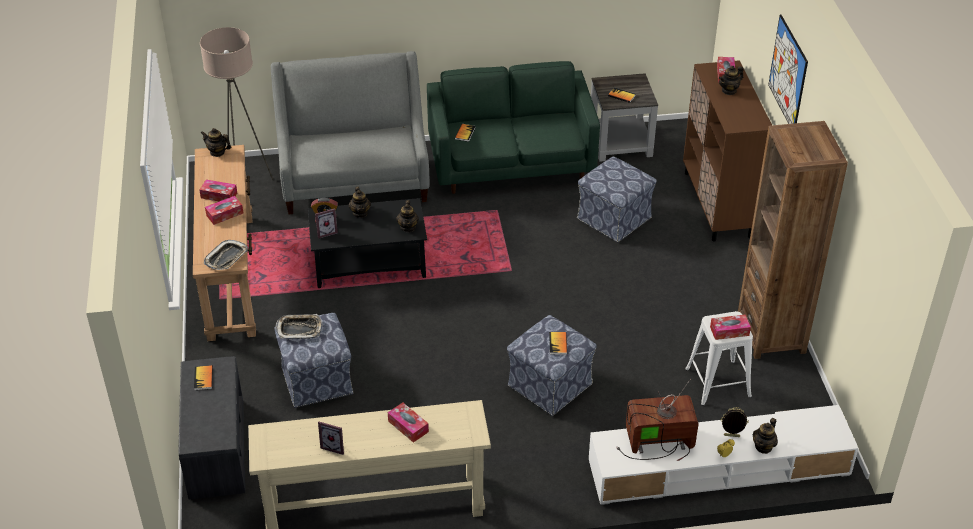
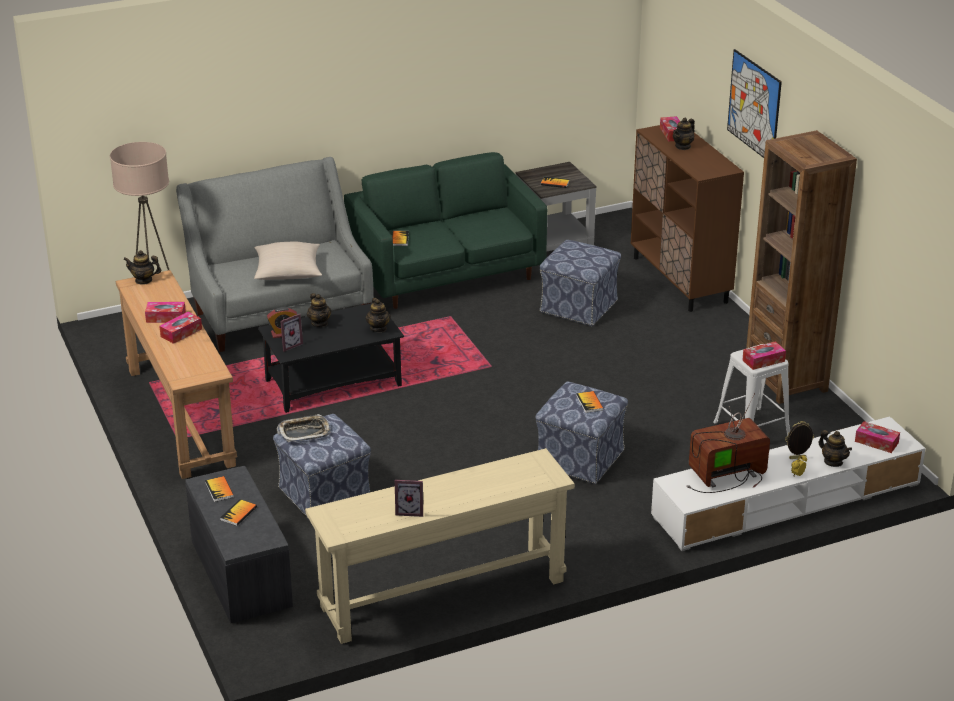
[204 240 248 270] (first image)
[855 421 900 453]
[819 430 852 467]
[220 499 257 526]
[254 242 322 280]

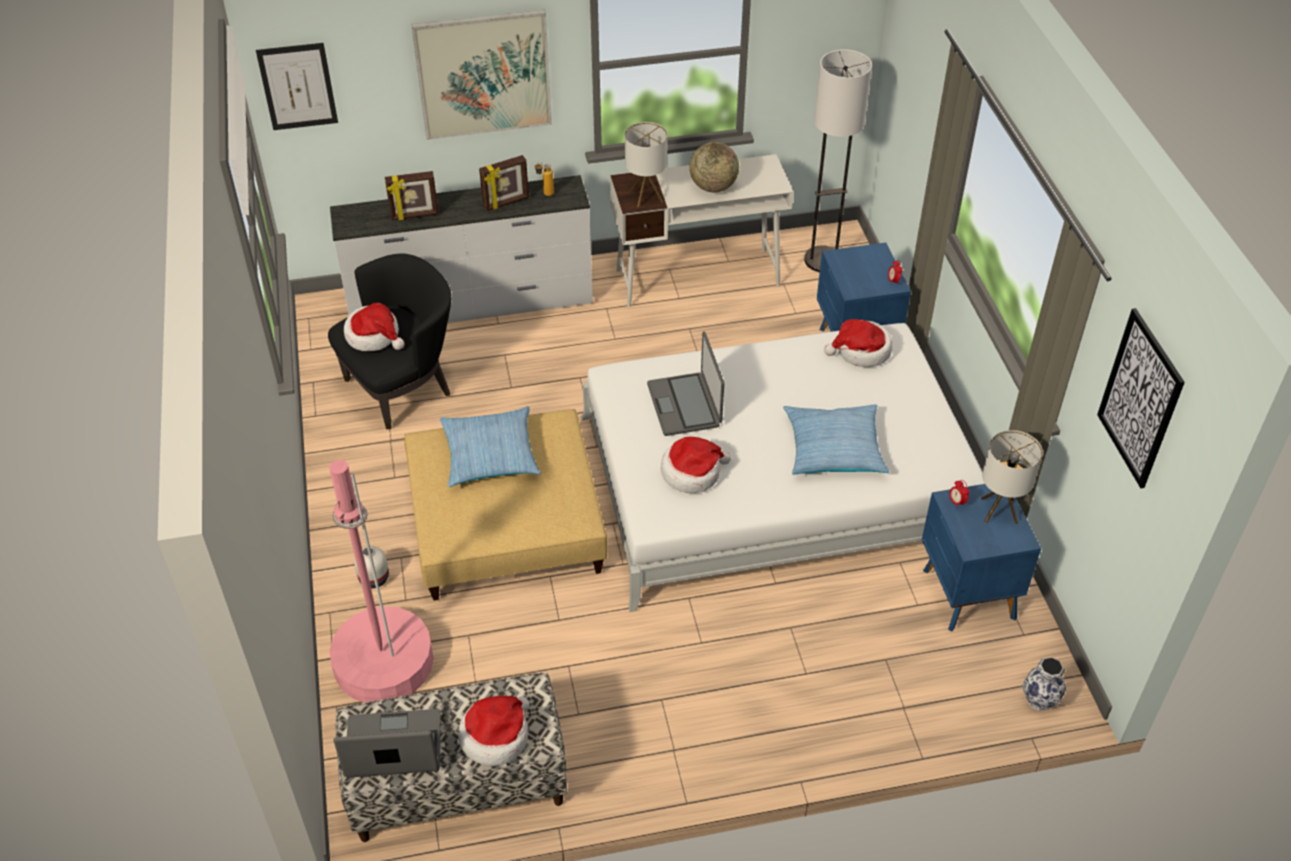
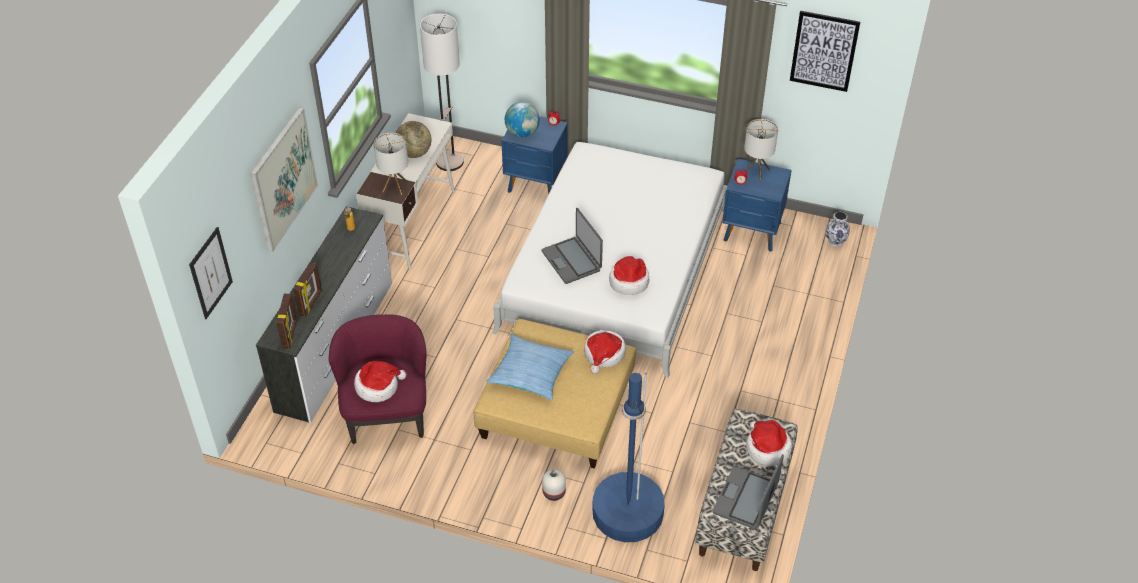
[329 314 427 444]
[592 373 665 542]
[276 293 297 349]
[542 208 603 284]
[783 404 889 475] (first image)
[584 330 626 374]
[505 102 540 137]

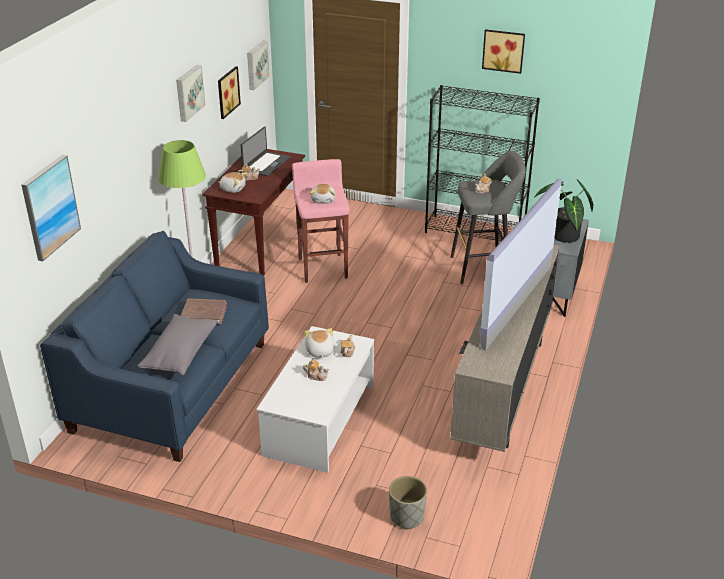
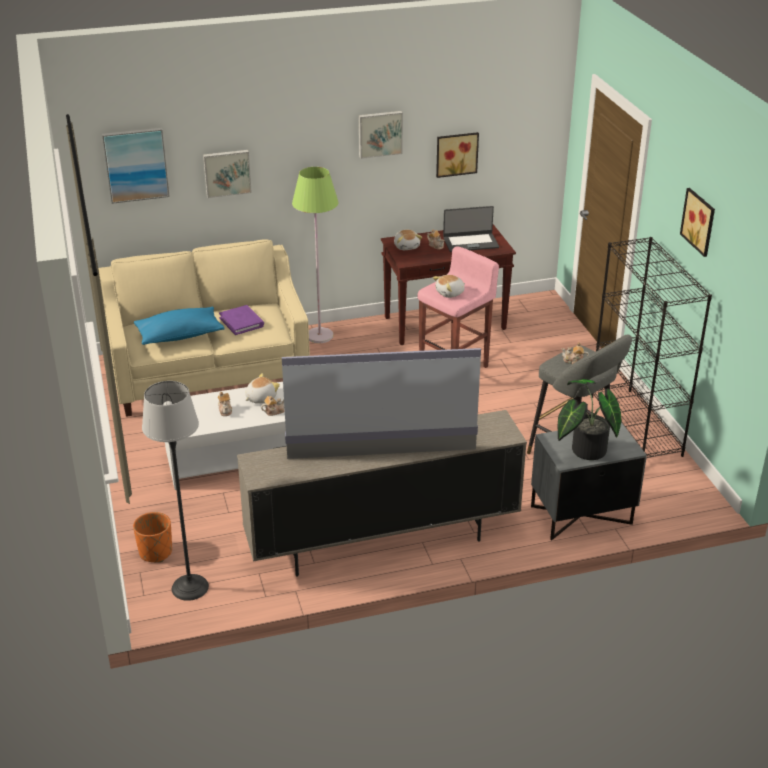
[98 239 310 417]
[134 307 224 345]
[219 305 264 335]
[203 150 252 198]
[133 512 172 562]
[142 381 209 601]

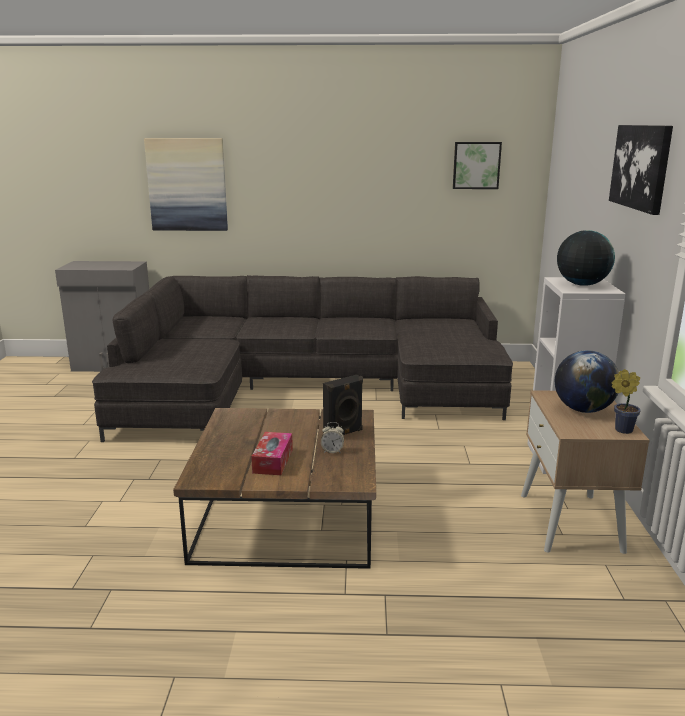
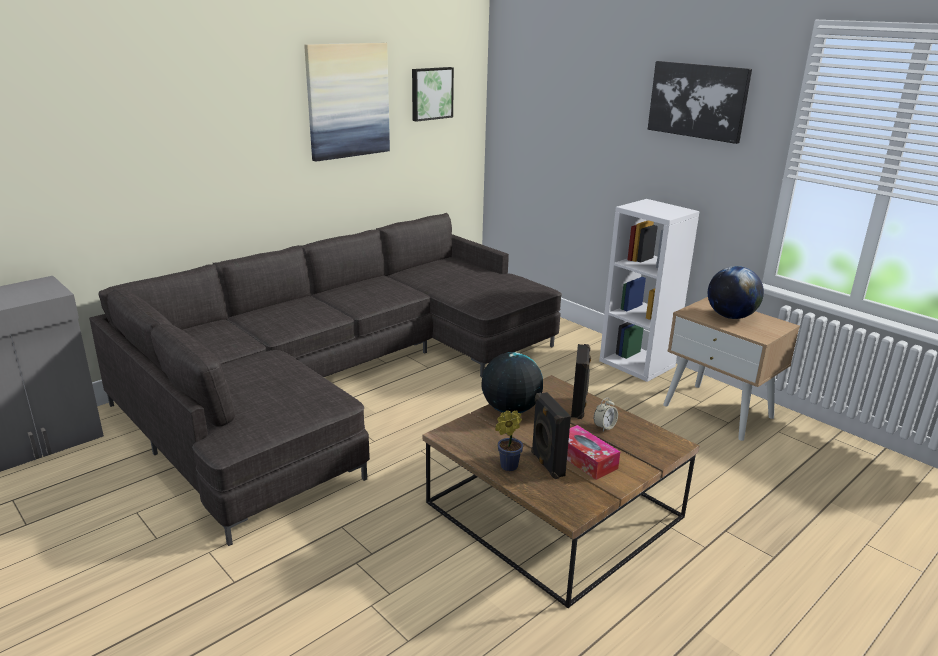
[304 43 390 162]
[481 352 543 413]
[495 410 523 471]
[531 392 571 479]

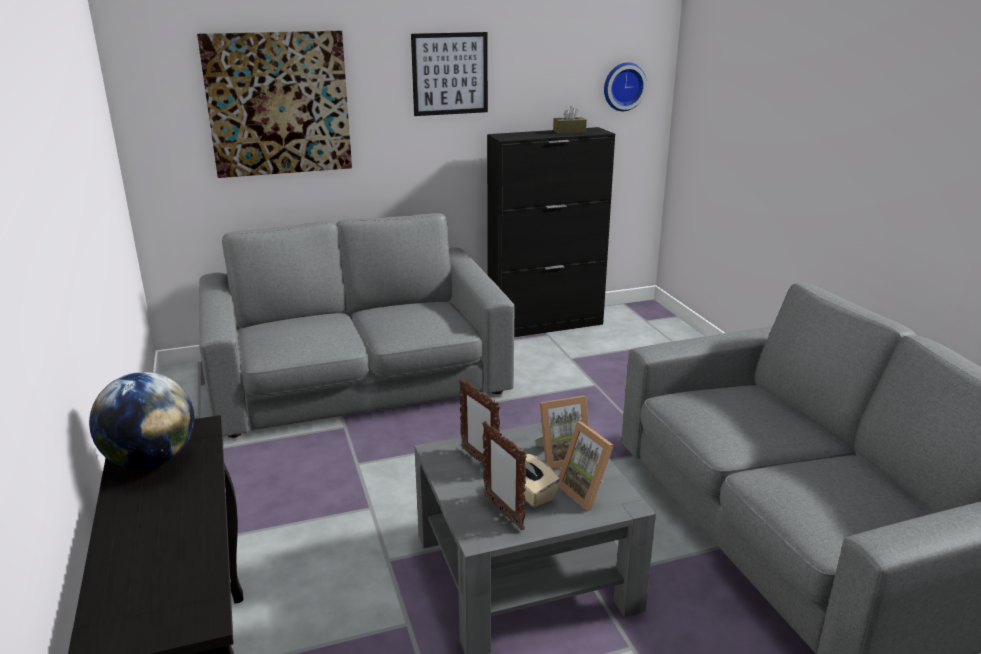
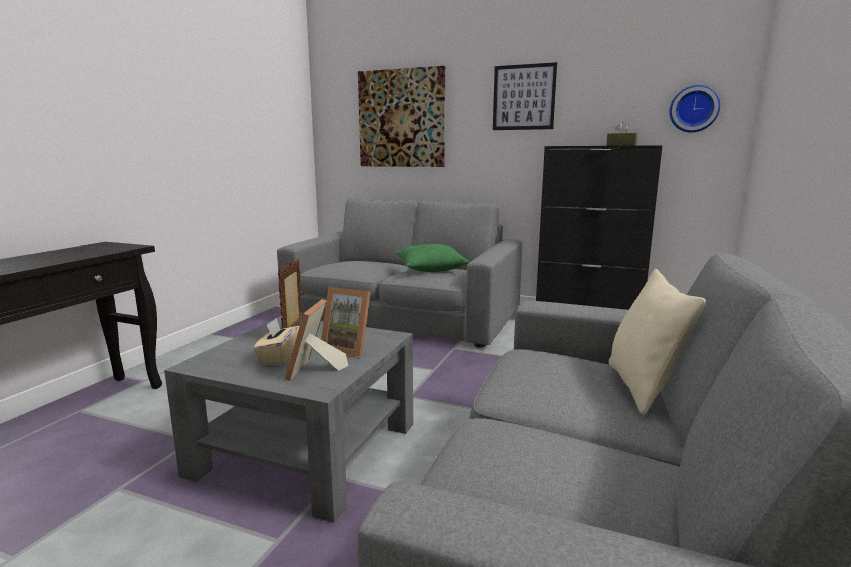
[89 372 195 469] (first image)
[482 421 527 530] (first image)
[396 244 469 272]
[609 269 706 415]

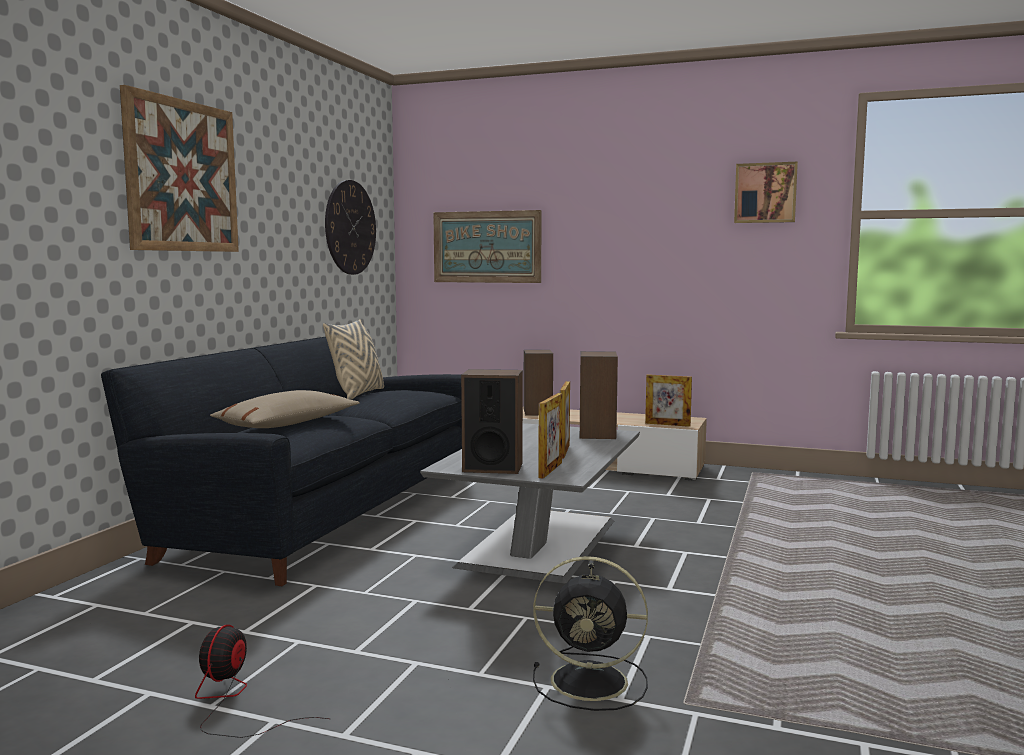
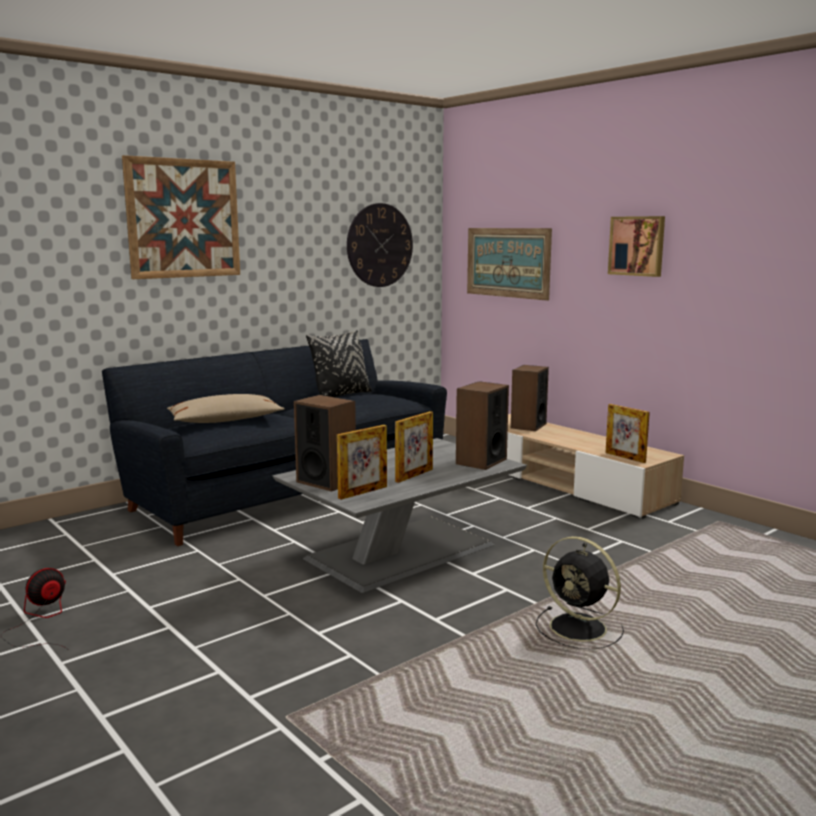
[306 330 372 397]
[535 536 624 649]
[608 216 665 277]

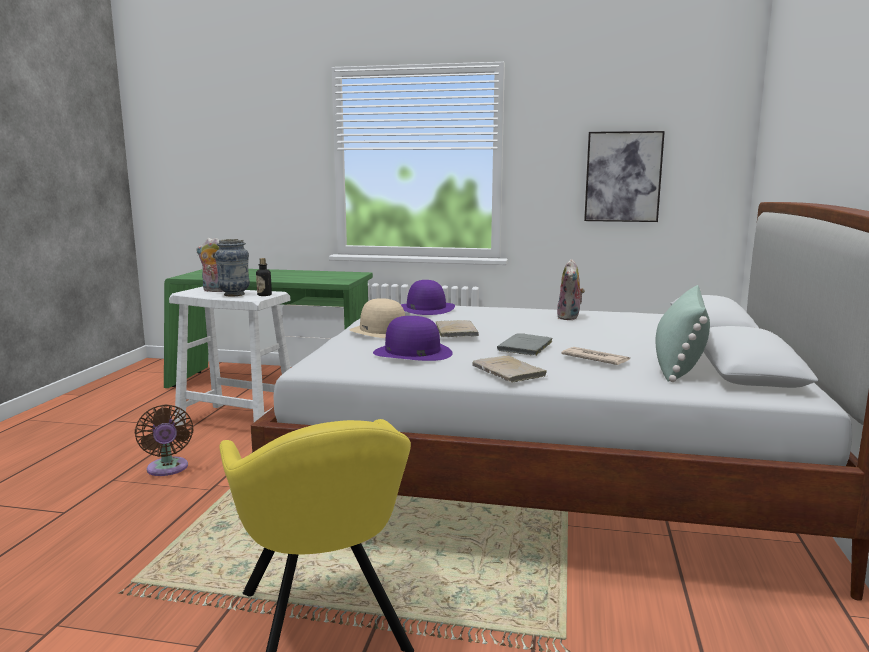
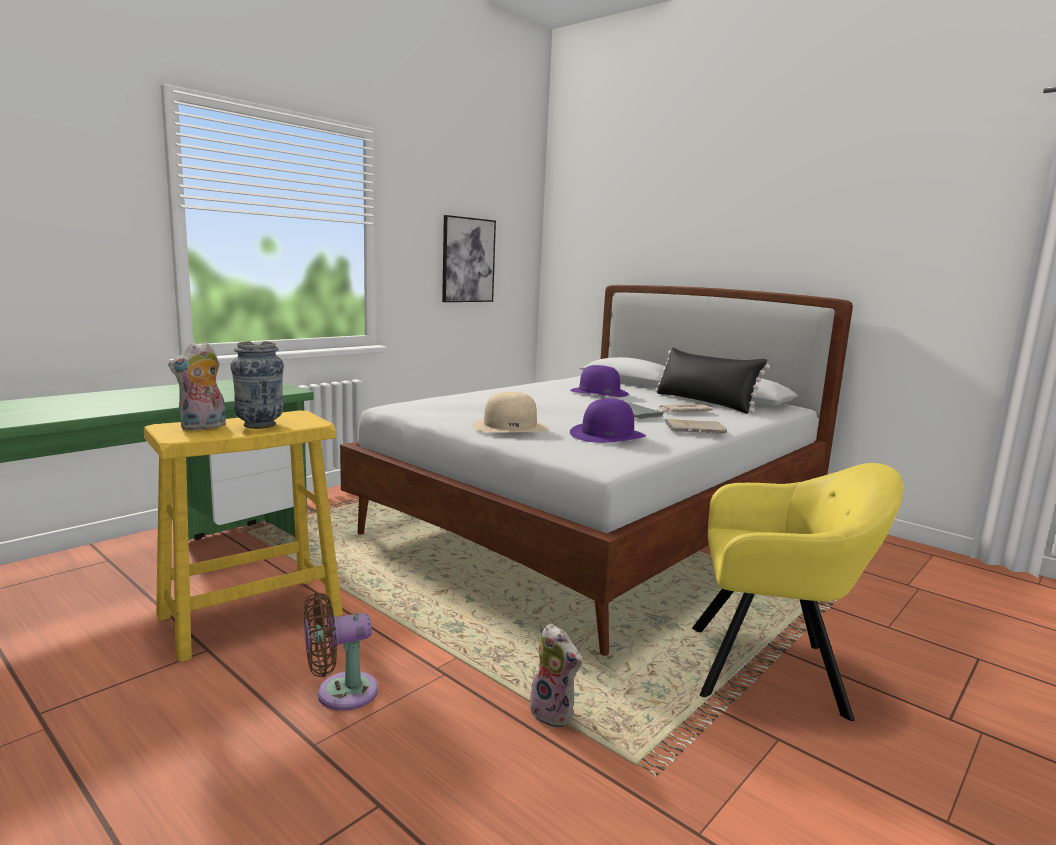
[304 592 378 711]
[144 410 343 662]
[256 258 272 296] (first image)
[570 365 629 397]
[436 320 479 337] (first image)
[524 624 582 728]
[655 348 770 414]

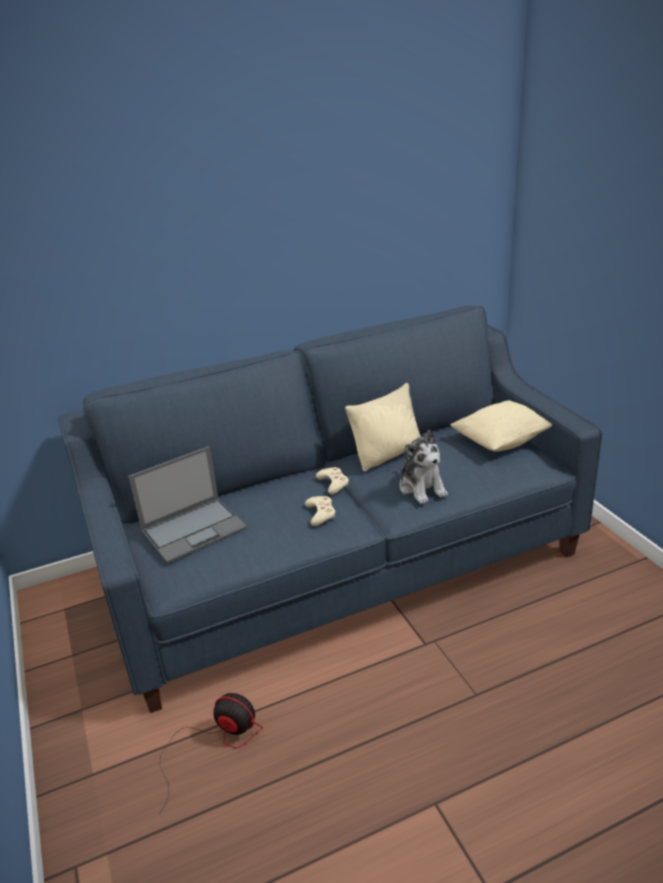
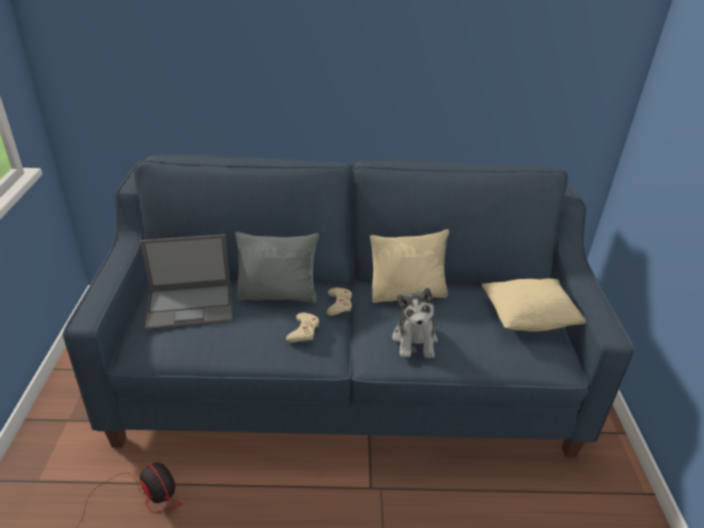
[235 232 319 303]

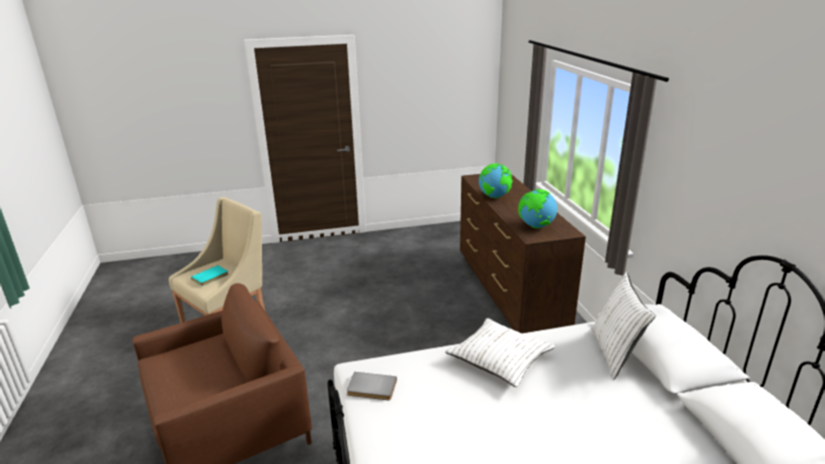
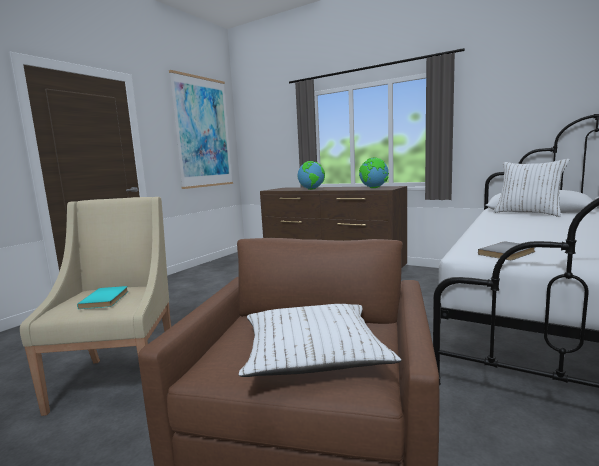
[239 304 401 377]
[169 70 233 189]

